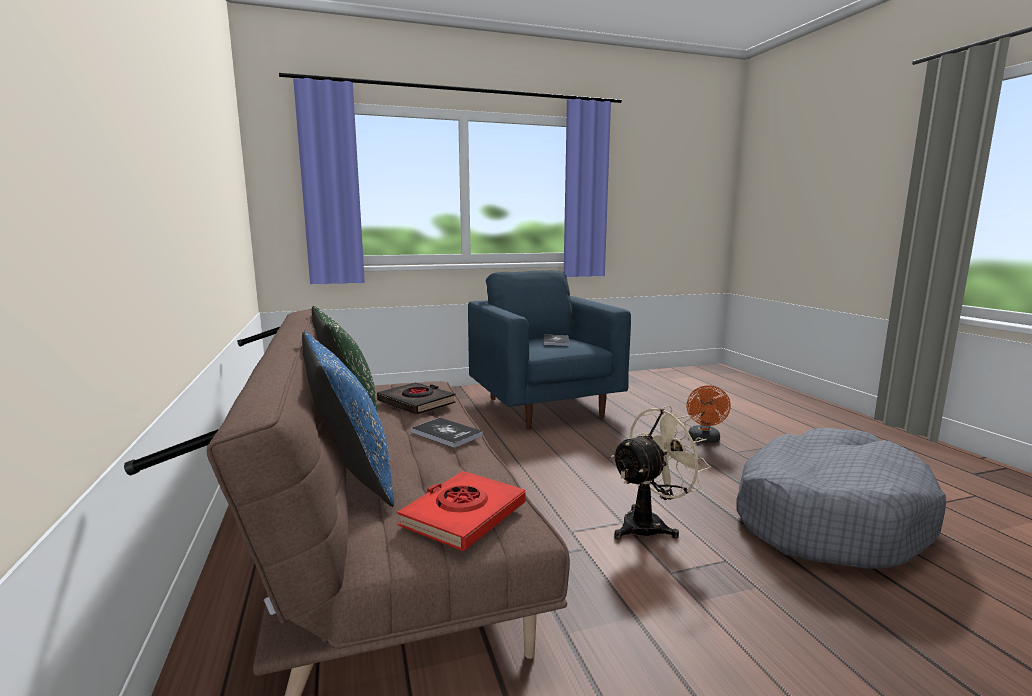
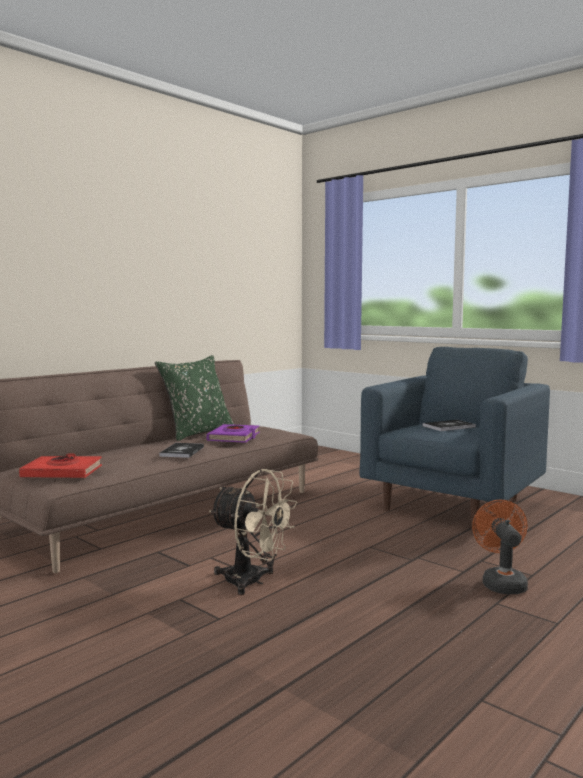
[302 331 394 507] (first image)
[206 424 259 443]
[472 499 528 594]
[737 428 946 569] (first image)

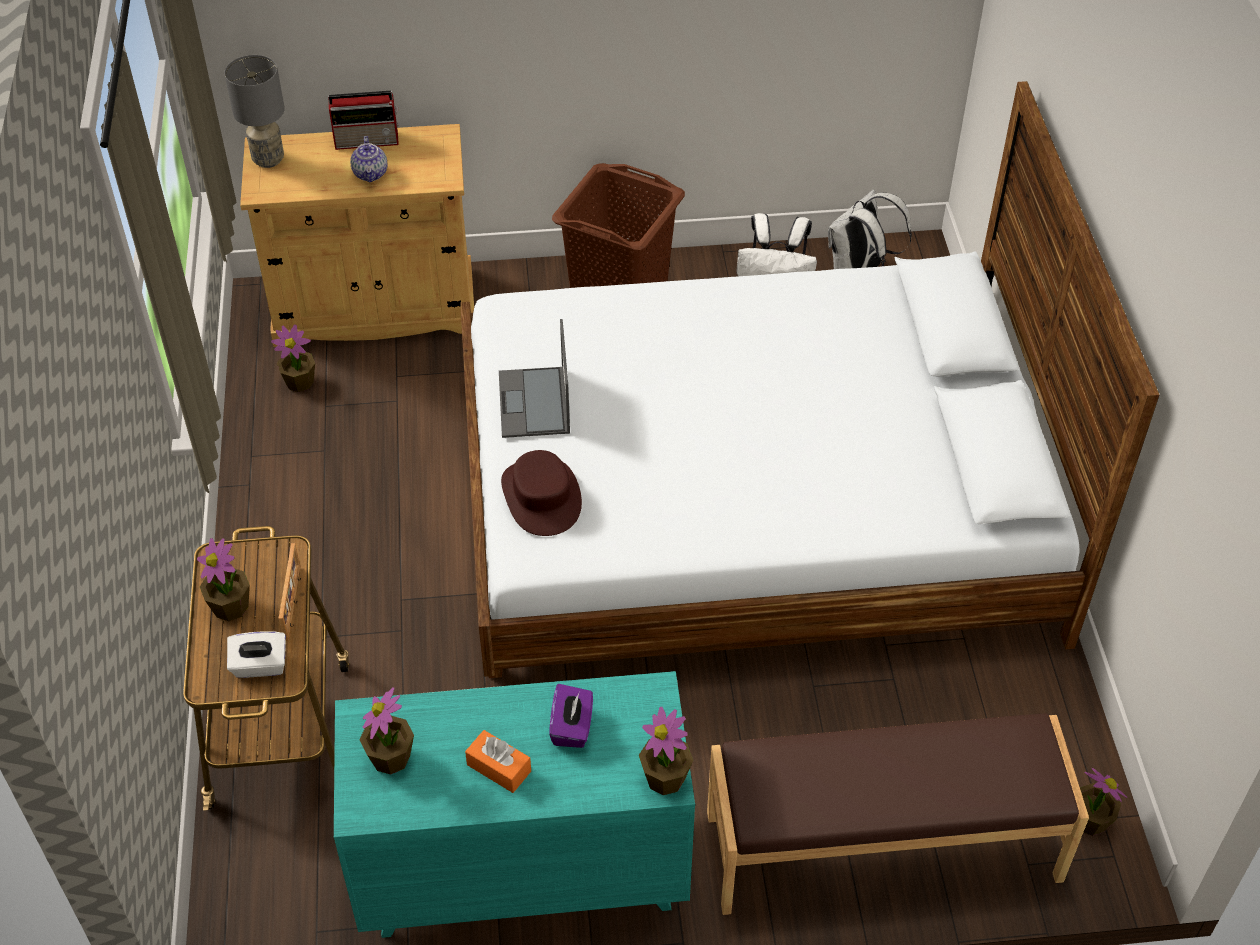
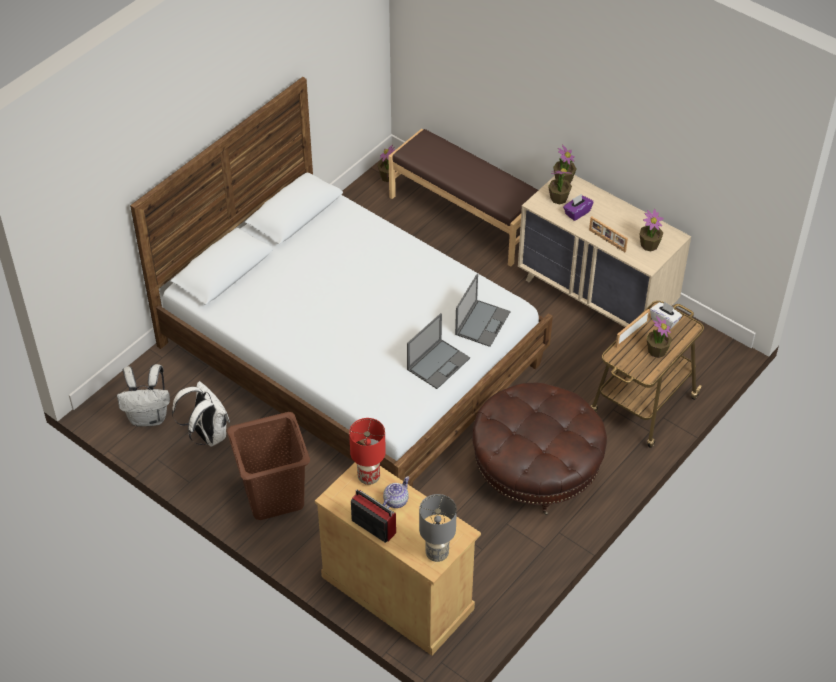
[548 168 573 205]
[518 175 691 339]
[465 730 531 793] (first image)
[455 274 511 347]
[349 418 386 485]
[472 382 607 515]
[589 216 628 252]

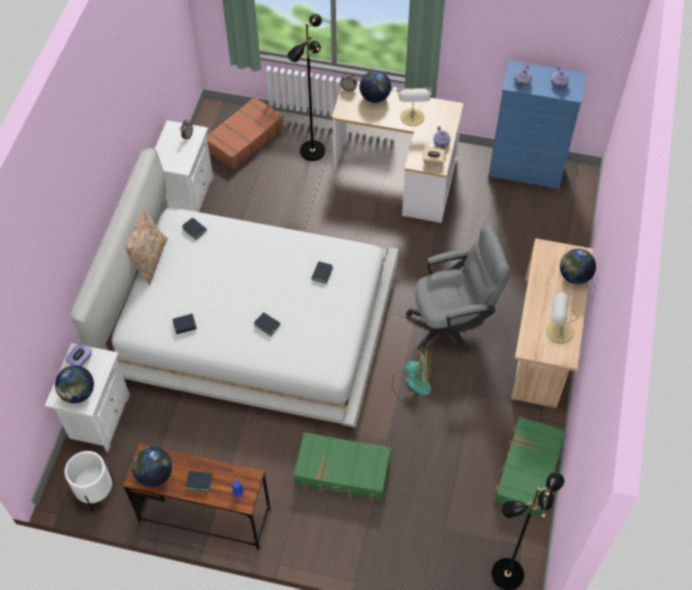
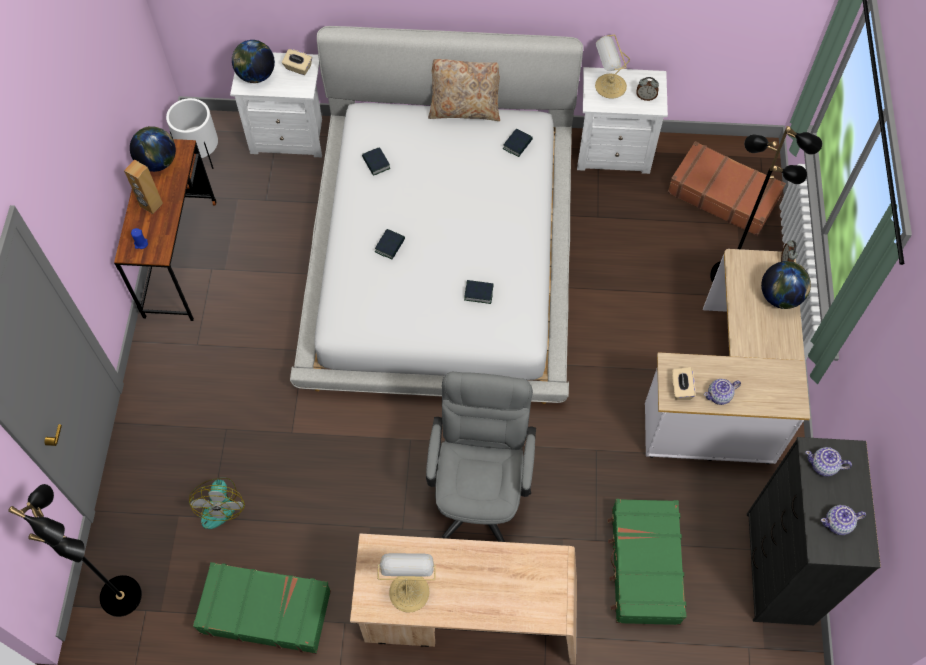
[282 49 312 75]
[124 160 163 214]
[607 499 687 625]
[189 478 245 529]
[595 35 630 99]
[426 372 536 542]
[747 437 881 625]
[560 249 596 284] (first image)

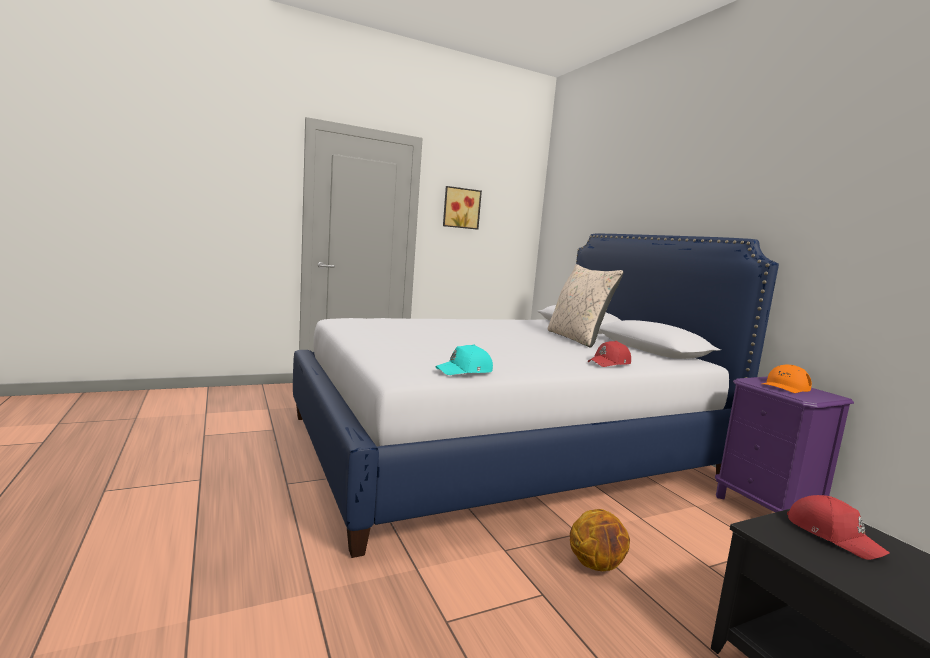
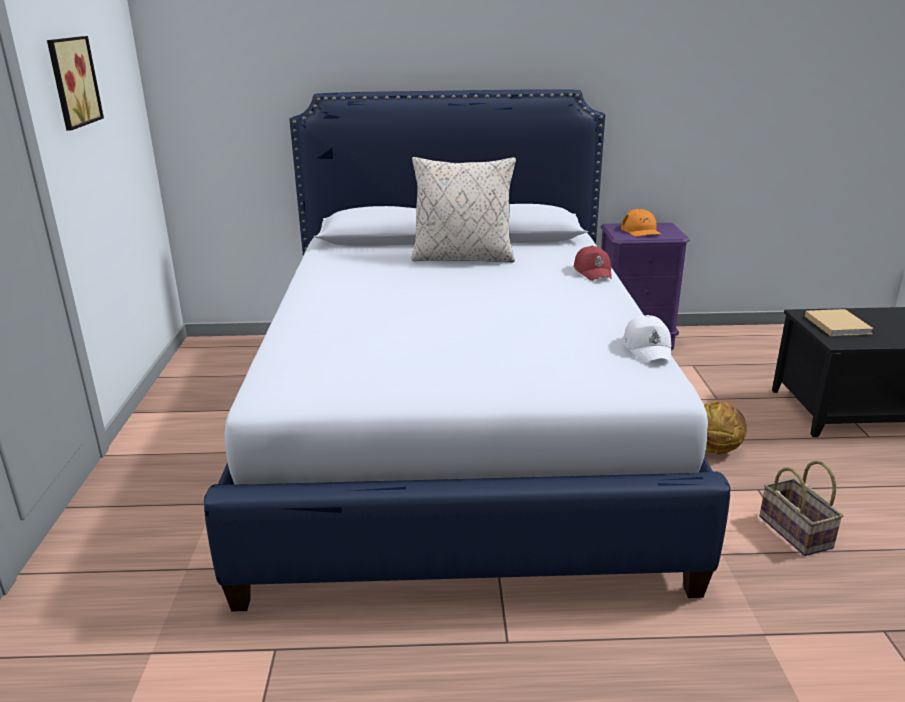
[623 315 671 362]
[805 309 874 336]
[759 461 843 556]

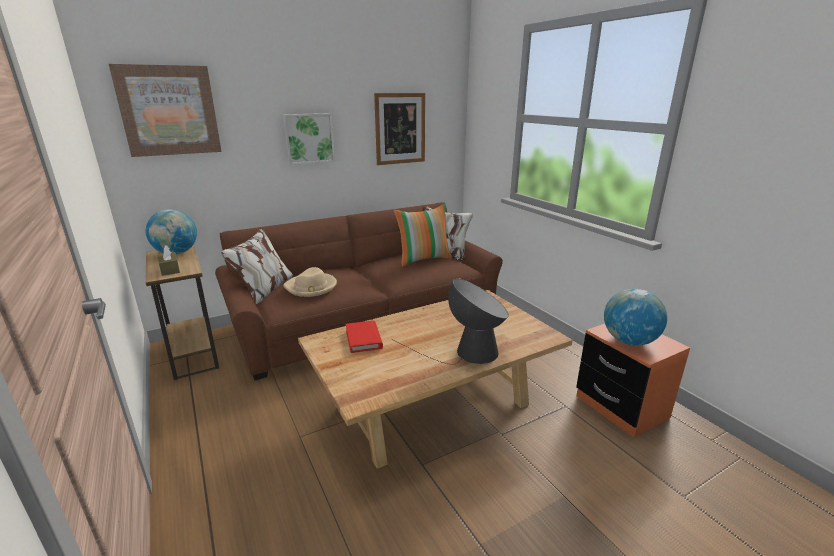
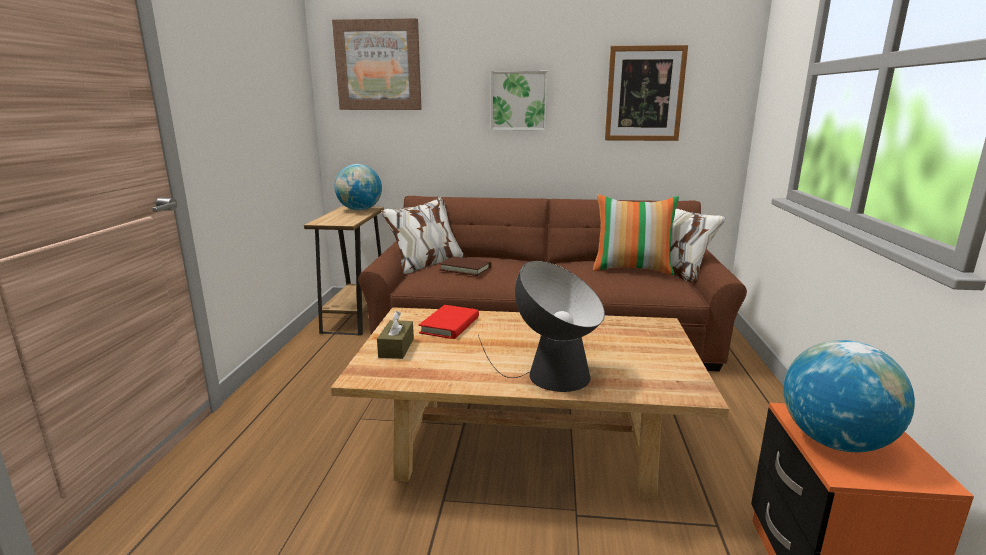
[377 311 414 359]
[439 257 491 276]

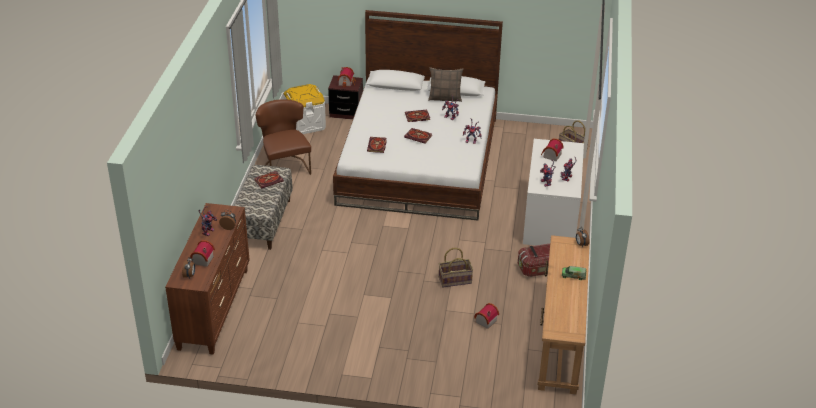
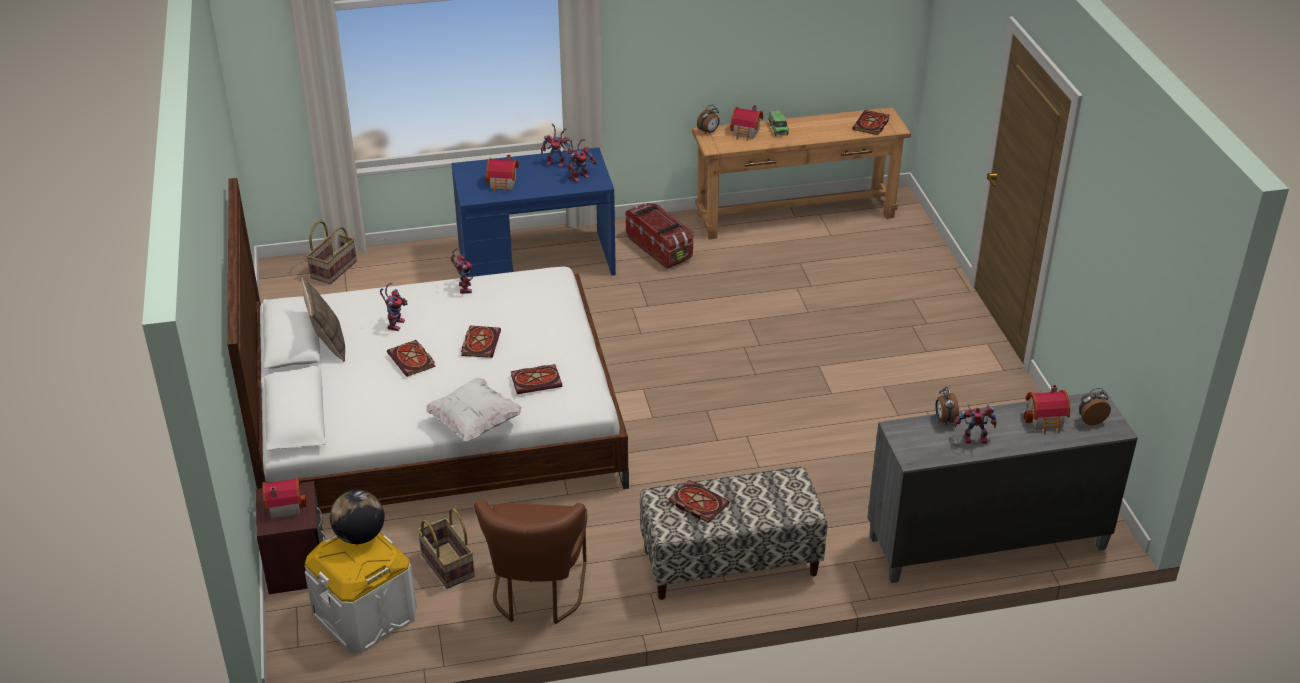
[867 391 1138 583]
[474 499 587 624]
[417 508 475 589]
[730 105 763 141]
[452 148 616 277]
[330 490 385 544]
[426 378 522 441]
[852 110 890 135]

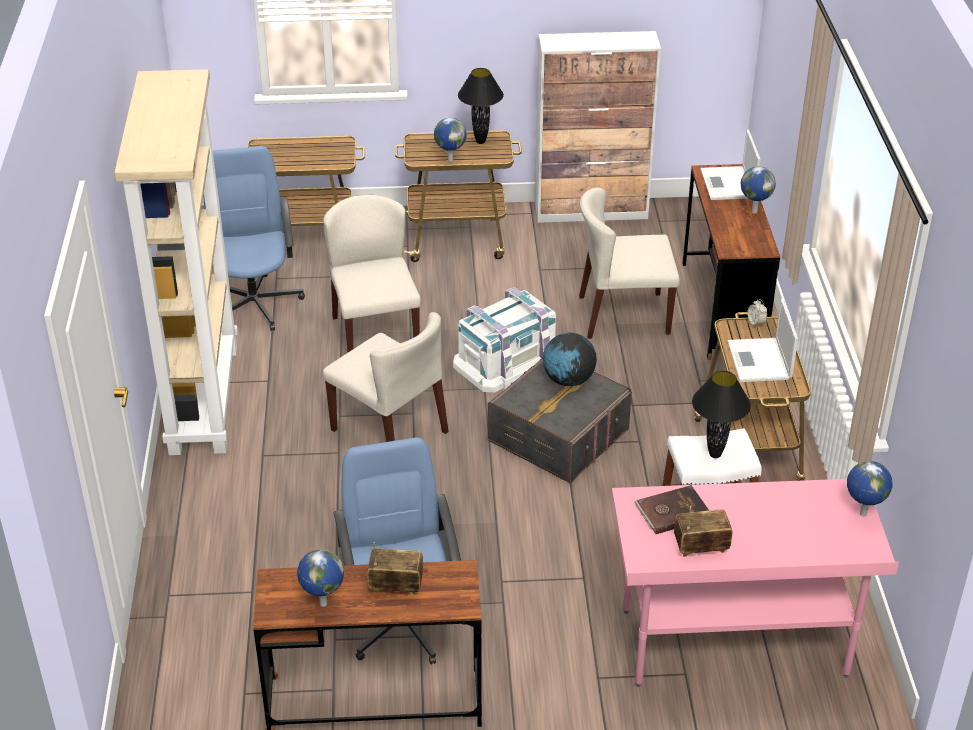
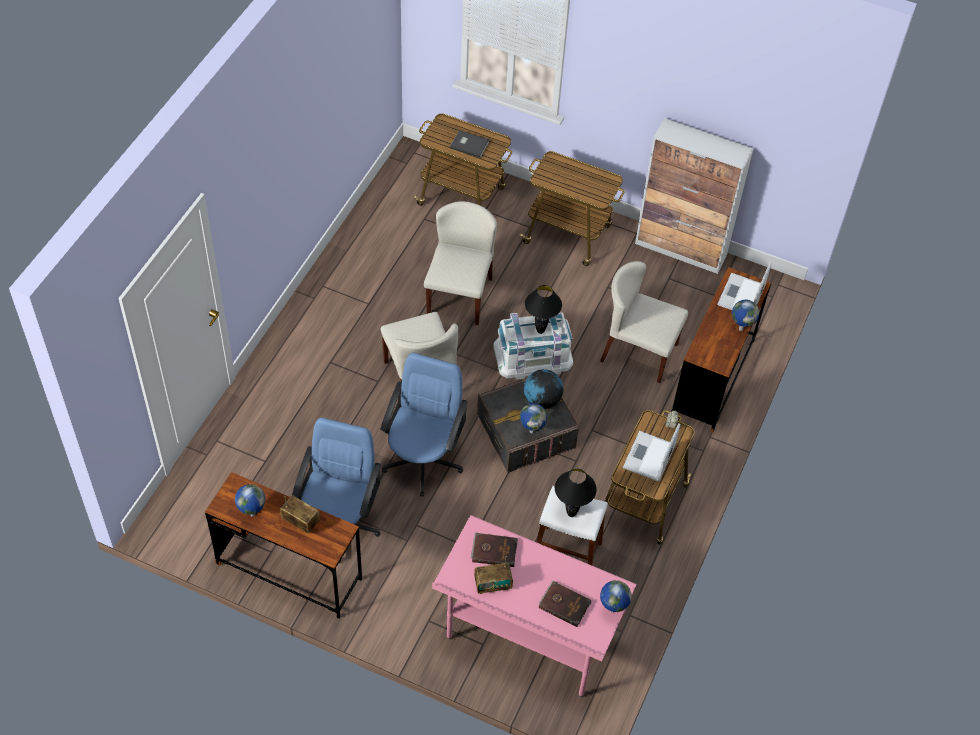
[114 69 238 455] (first image)
[380 353 468 497]
[520 403 547 434]
[525 285 562 334]
[474 556 513 594]
[450 130 489 158]
[539 580 592 627]

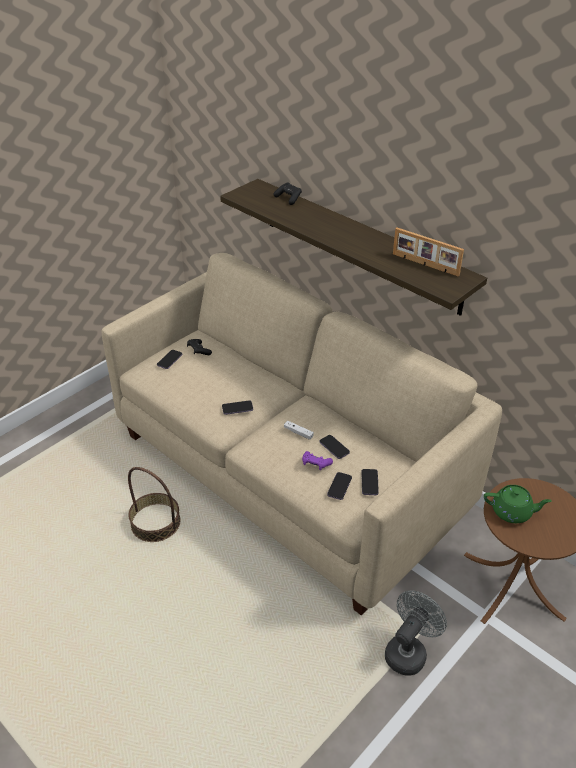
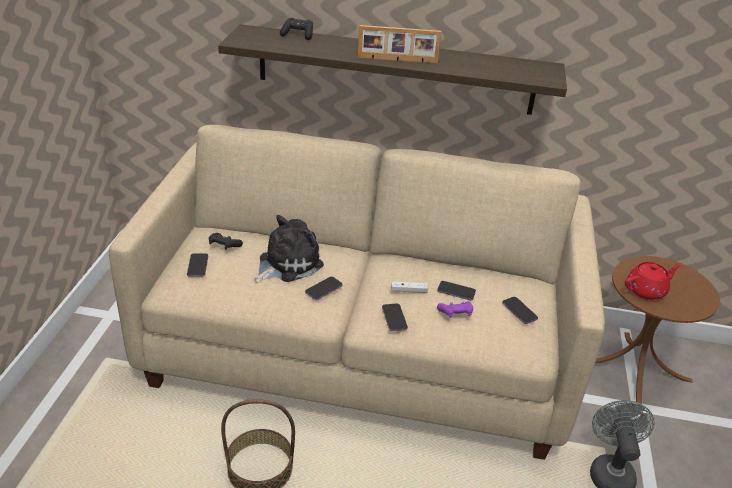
[382 303 408 331]
[358 25 441 63]
[625 262 681 300]
[254 215 324 283]

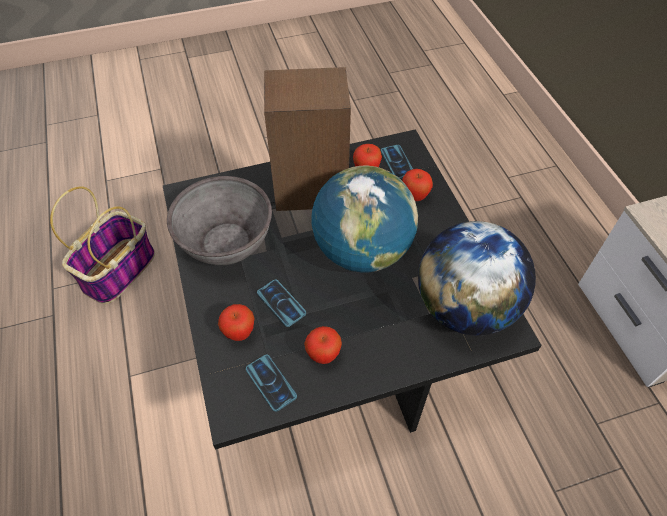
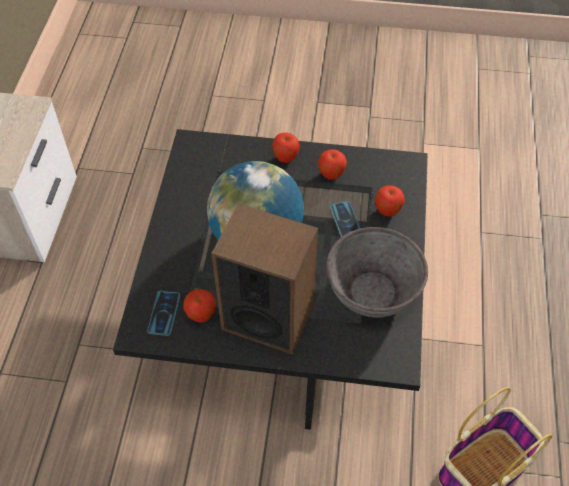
[246 354 297 412] (first image)
[272 132 300 163]
[418 221 536 336] (first image)

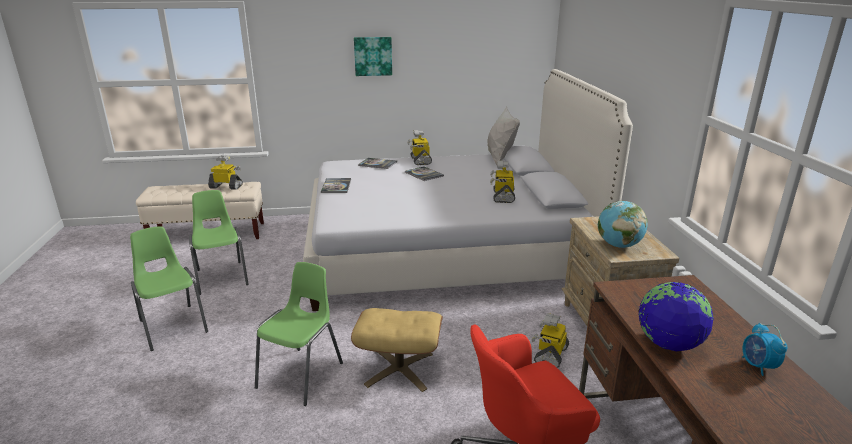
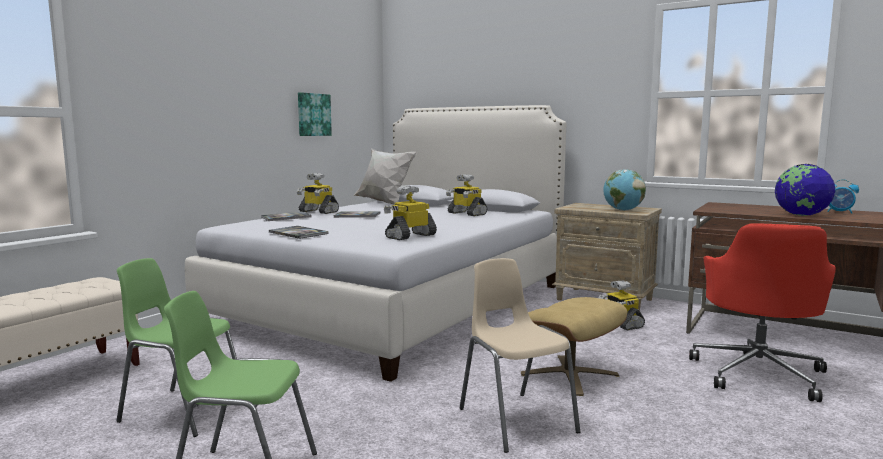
[384 185 437 240]
[460 258 580 453]
[298 92 332 136]

